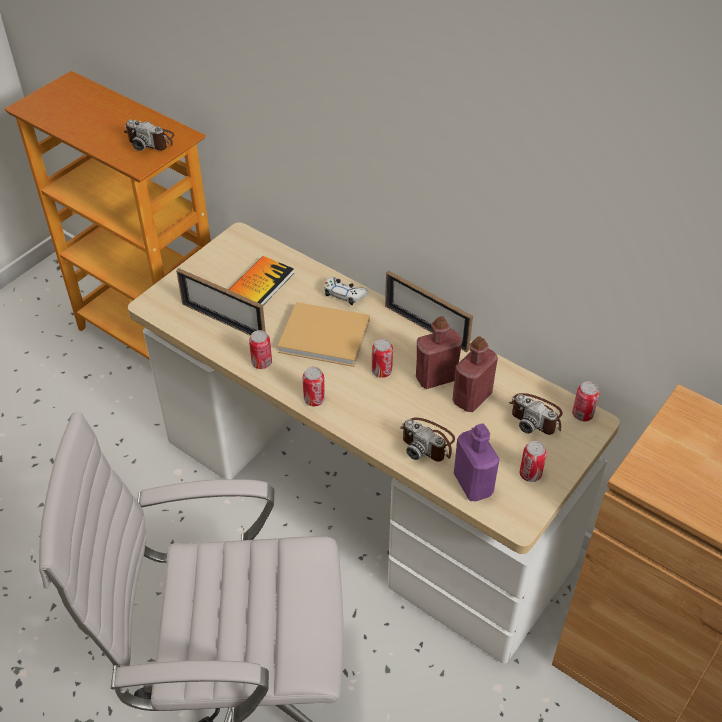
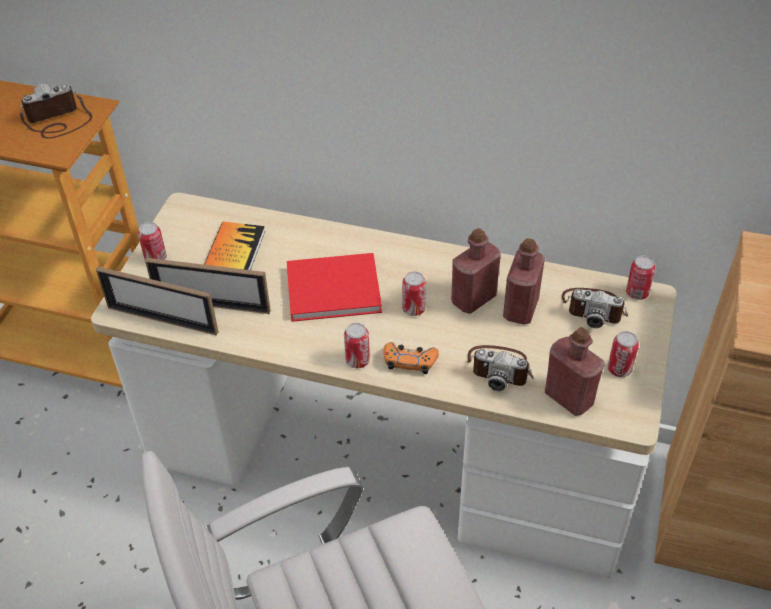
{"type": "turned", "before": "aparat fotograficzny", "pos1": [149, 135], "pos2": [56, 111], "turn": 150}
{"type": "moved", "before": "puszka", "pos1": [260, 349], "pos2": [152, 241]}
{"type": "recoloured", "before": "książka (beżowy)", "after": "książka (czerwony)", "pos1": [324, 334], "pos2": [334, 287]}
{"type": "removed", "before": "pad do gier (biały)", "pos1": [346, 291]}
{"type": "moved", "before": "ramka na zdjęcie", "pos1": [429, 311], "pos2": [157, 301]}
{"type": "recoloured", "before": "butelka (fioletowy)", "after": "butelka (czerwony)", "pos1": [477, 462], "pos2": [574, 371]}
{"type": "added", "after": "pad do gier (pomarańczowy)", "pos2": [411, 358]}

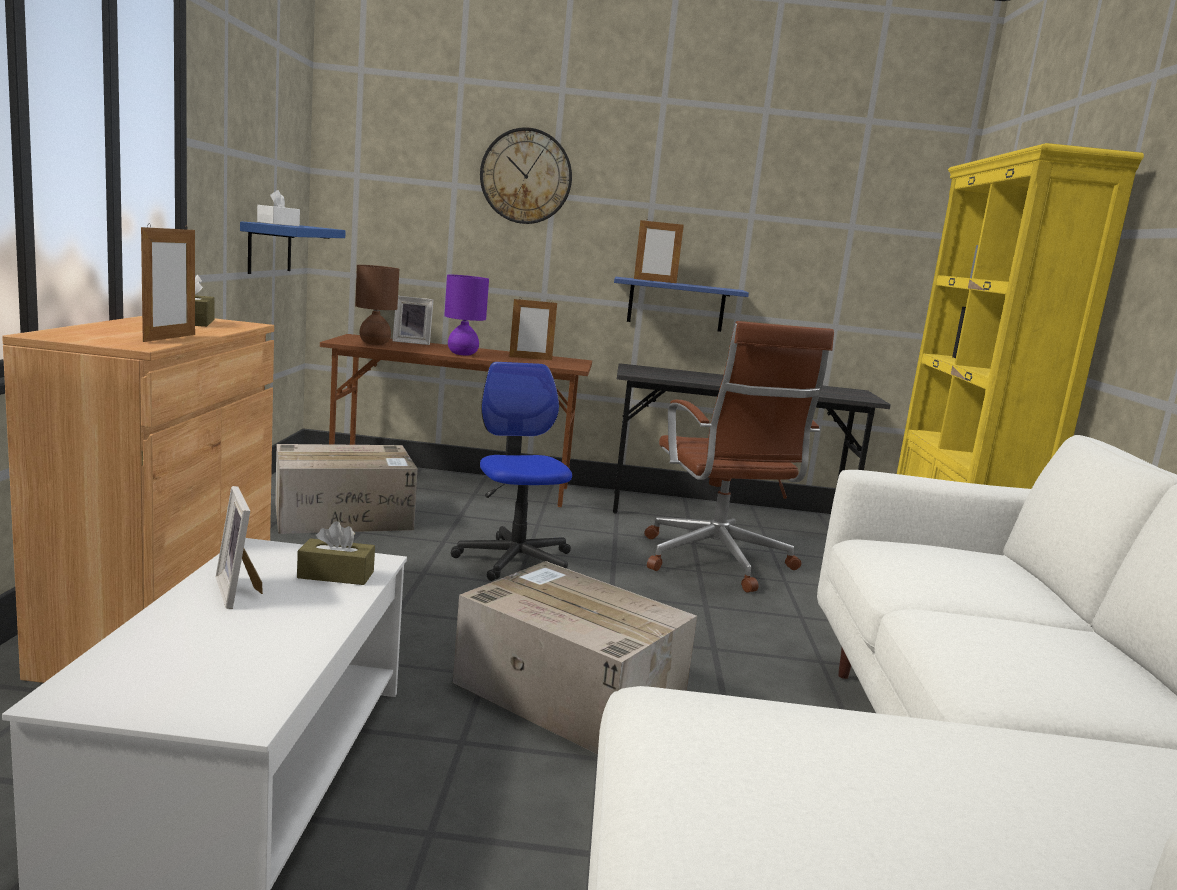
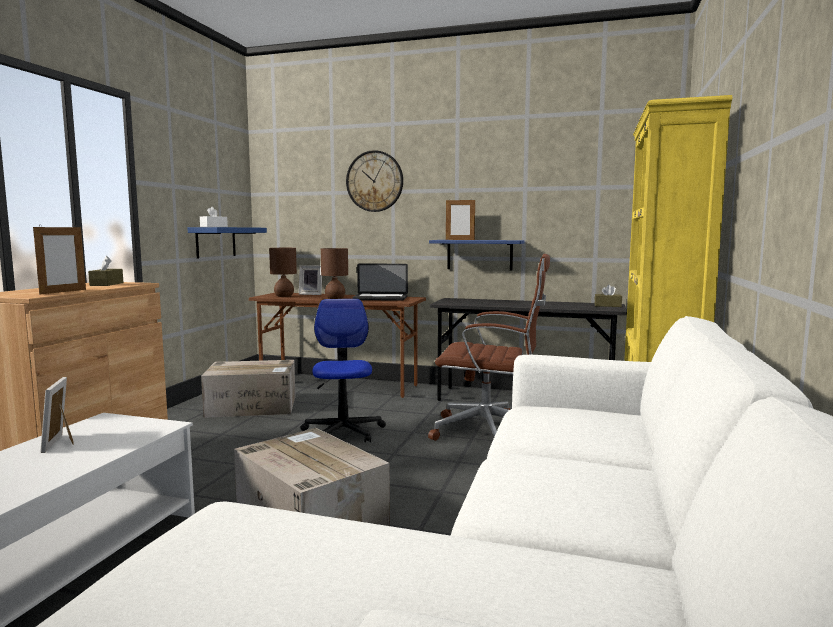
{"type": "moved", "before": "pudełko chusteczek (brązowy)", "pos1": [336, 553], "pos2": [608, 296]}
{"type": "recoloured", "before": "lampa stołowa (fioletowy)", "after": "lampa stołowa (brązowy)", "pos1": [466, 315], "pos2": [334, 273]}
{"type": "replaced", "before": "ramka na zdjęcie", "after": "laptop", "pos1": [533, 328], "pos2": [380, 282]}
{"type": "turned", "before": "krzesło biurowe (brązowy)", "pos1": [739, 457], "pos2": [489, 347], "turn": -75}

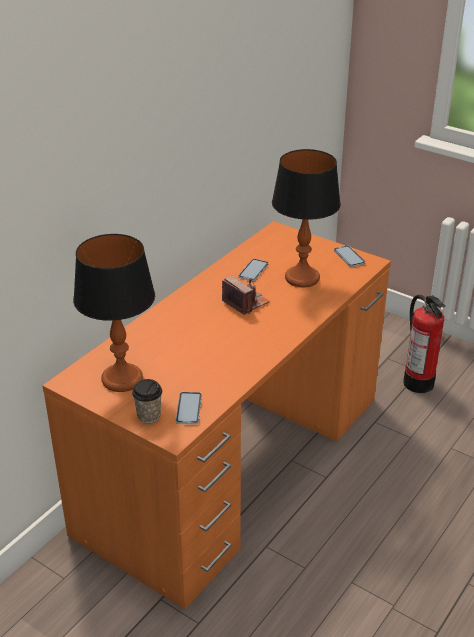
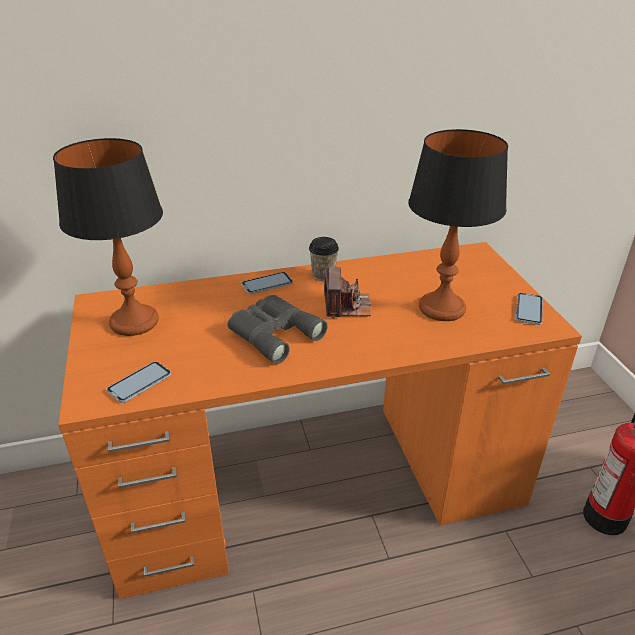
{"type": "moved", "before": "filiżanka", "pos1": [147, 401], "pos2": [324, 259]}
{"type": "moved", "before": "telefon", "pos1": [253, 270], "pos2": [267, 283]}
{"type": "added", "after": "lornetka (szary)", "pos2": [277, 329]}

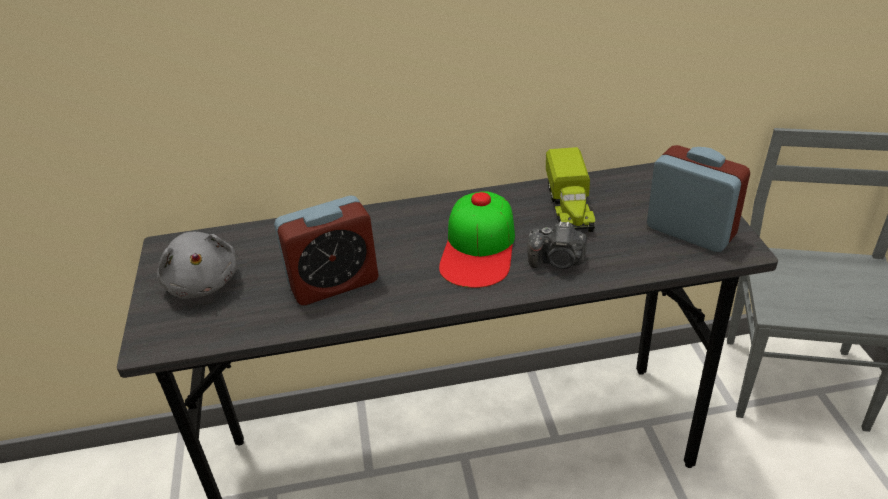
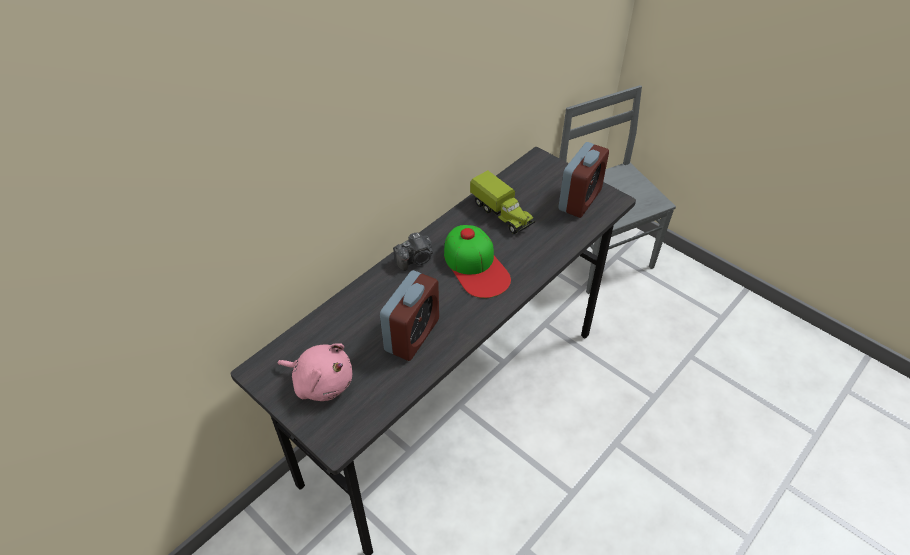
{"type": "recoloured", "before": "pluszak (szary)", "after": "pluszak (różowy)", "pos1": [197, 265], "pos2": [314, 372]}
{"type": "moved", "before": "aparat fotograficzny", "pos1": [557, 245], "pos2": [413, 252]}
{"type": "turned", "before": "budzik", "pos1": [698, 198], "pos2": [583, 180], "turn": 120}

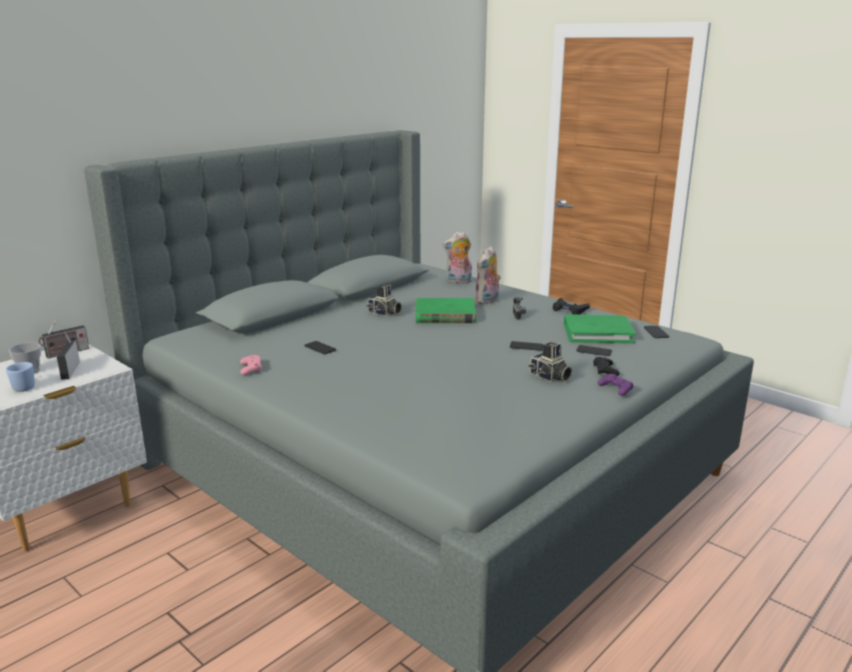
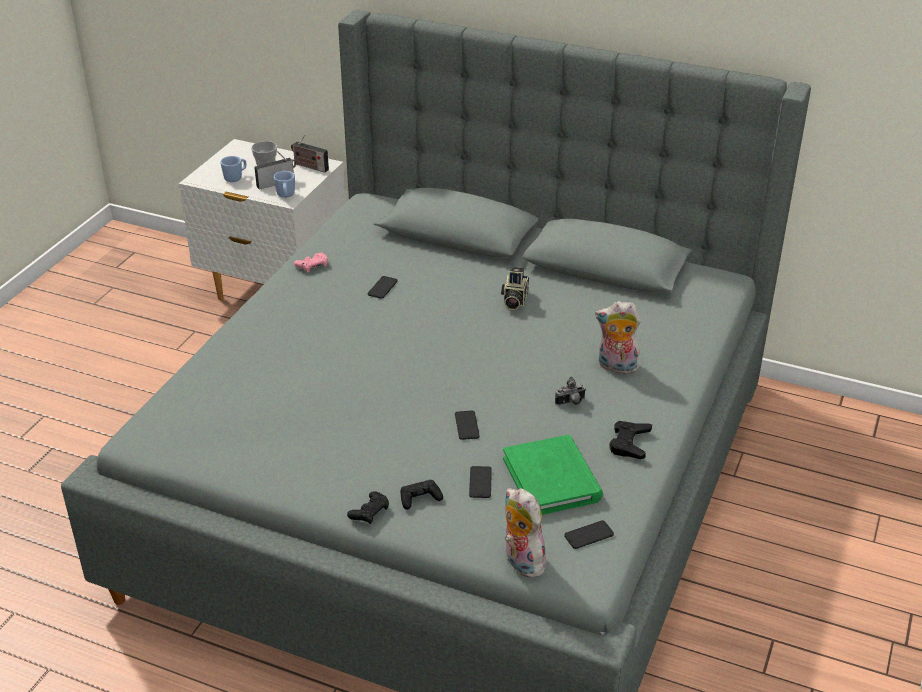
{"type": "removed", "before": "książka (zielony)", "pos1": [446, 310]}
{"type": "moved", "before": "pluszak", "pos1": [457, 257], "pos2": [525, 533]}
{"type": "removed", "before": "aparat fotograficzny", "pos1": [550, 362]}
{"type": "recoloured", "before": "pad do gier (fioletowy)", "after": "pad do gier (czarny)", "pos1": [615, 385], "pos2": [368, 507]}
{"type": "added", "after": "kubek (niebieski)", "pos2": [284, 184]}

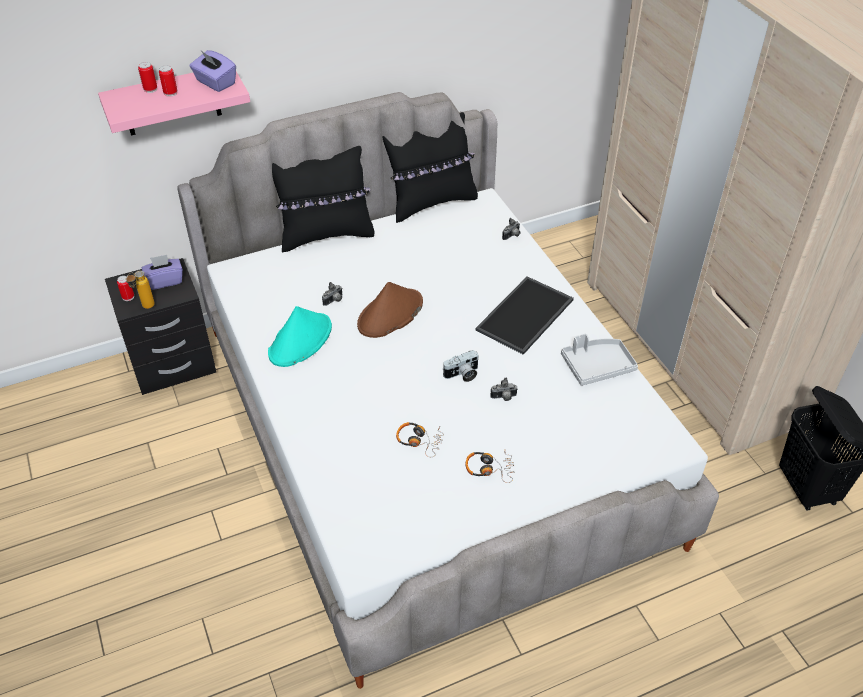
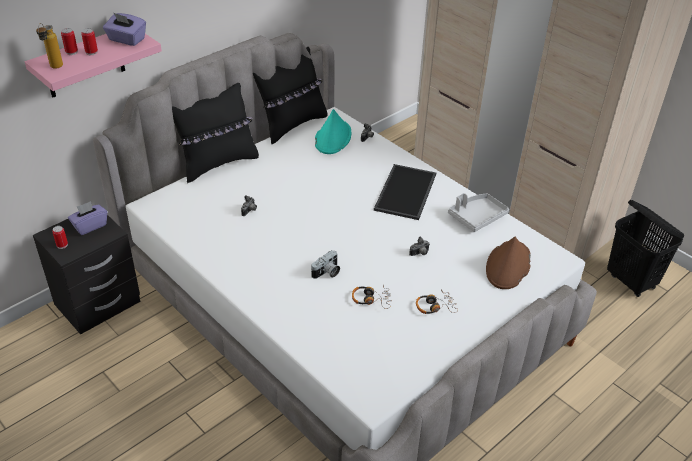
{"type": "moved", "before": "butelka", "pos1": [140, 290], "pos2": [49, 46]}
{"type": "moved", "before": "kapelusz (turkusowy)", "pos1": [300, 336], "pos2": [333, 131]}
{"type": "moved", "before": "kapelusz (brązowy)", "pos1": [390, 310], "pos2": [508, 263]}
{"type": "moved", "before": "aparat fotograficzny", "pos1": [461, 366], "pos2": [325, 264]}

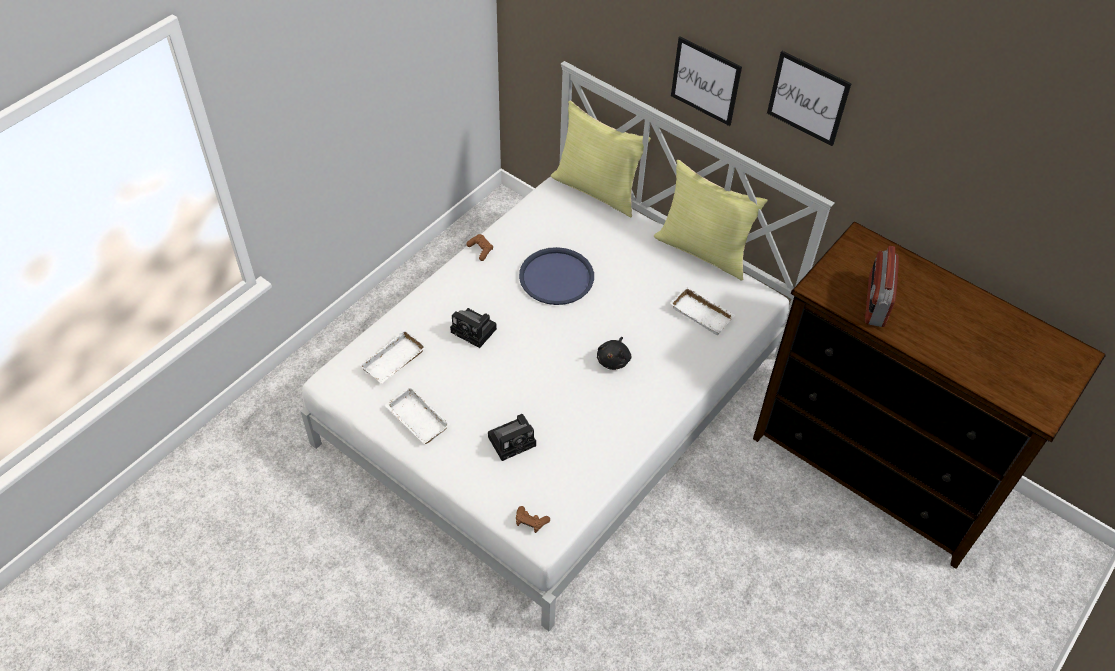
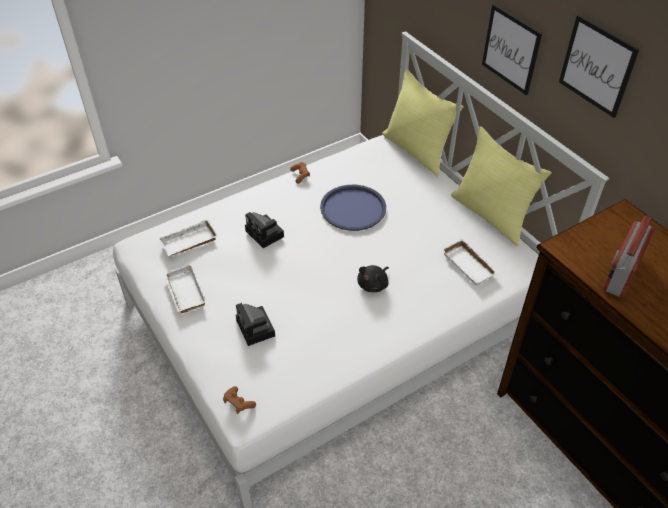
{"type": "turned", "before": "aparat fotograficzny", "pos1": [512, 437], "pos2": [255, 324], "turn": 75}

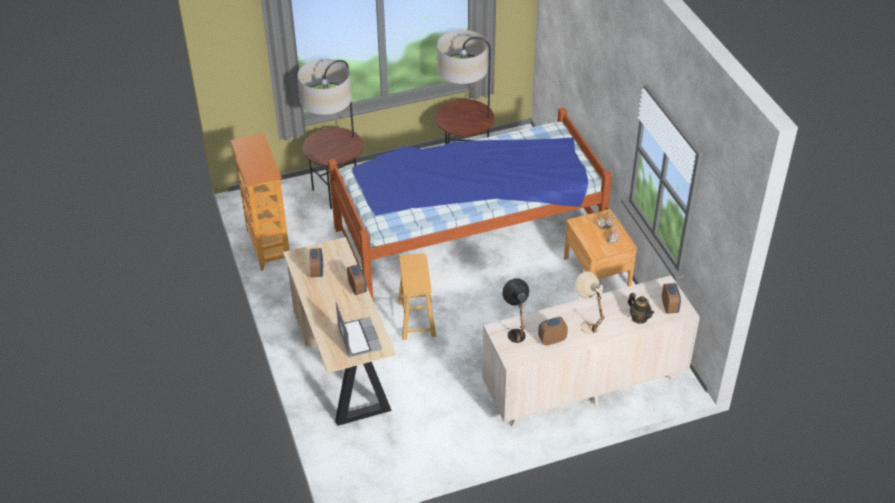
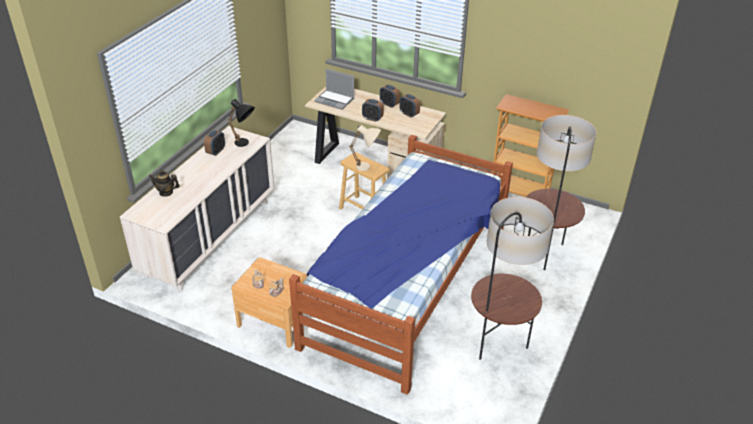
{"type": "moved", "before": "lampa stołowa (beżowy)", "pos1": [590, 303], "pos2": [365, 148]}
{"type": "moved", "before": "budzik", "pos1": [671, 298], "pos2": [390, 96]}

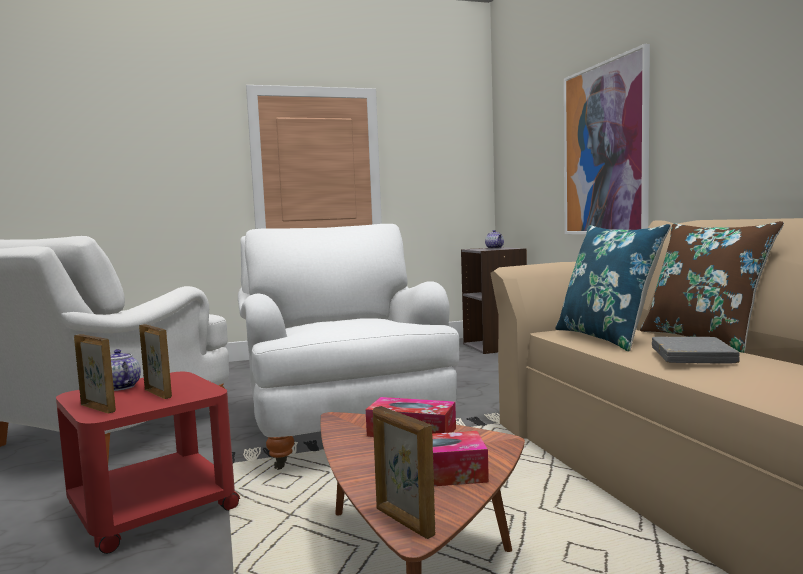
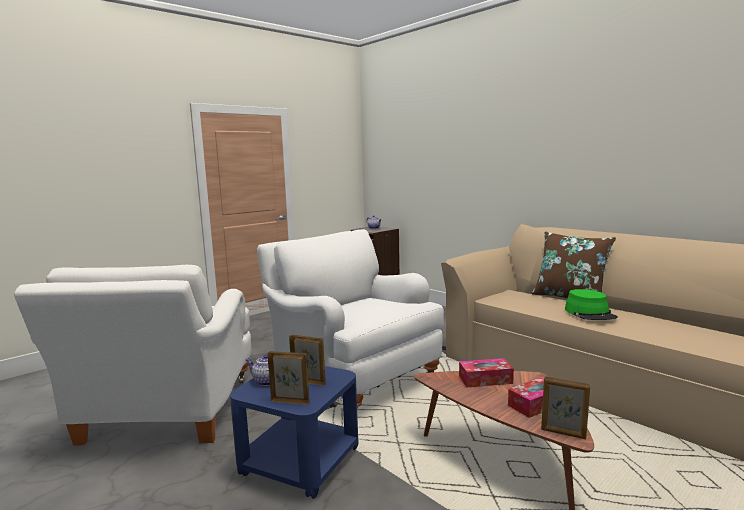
{"type": "recoloured", "before": "stolik (czerwony)", "after": "stolik (niebieski)", "pos1": [148, 463], "pos2": [294, 432]}
{"type": "removed", "before": "poduszka (niebieski)", "pos1": [613, 288]}
{"type": "removed", "before": "obraz", "pos1": [607, 139]}
{"type": "replaced", "before": "książka (szary)", "after": "kapelusz (zielony)", "pos1": [696, 350], "pos2": [591, 304]}

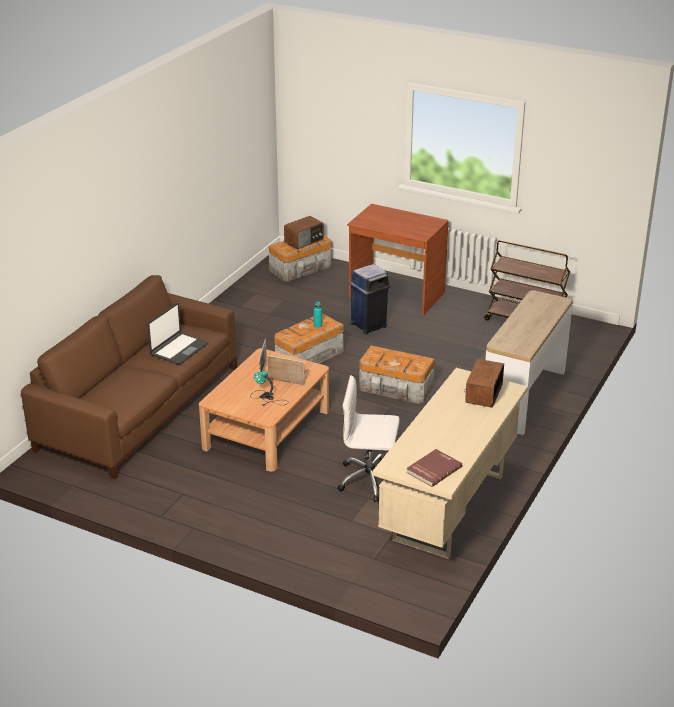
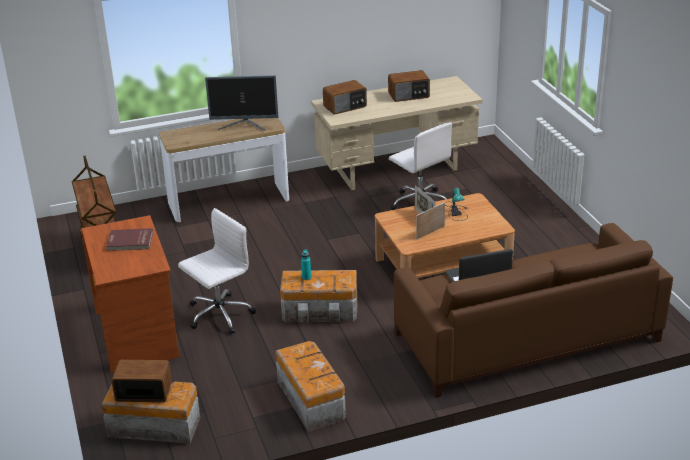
{"type": "replaced", "before": "kosz na śmieci (niebieski)", "after": "krzesło biurowe (biały)", "pos1": [369, 299], "pos2": [217, 271]}
{"type": "moved", "before": "pojemnik do przechowywania", "pos1": [397, 375], "pos2": [310, 386]}
{"type": "moved", "before": "książka (czerwony)", "pos1": [434, 468], "pos2": [129, 239]}
{"type": "added", "after": "monitor", "pos2": [241, 103]}
{"type": "added", "after": "radio", "pos2": [409, 86]}

